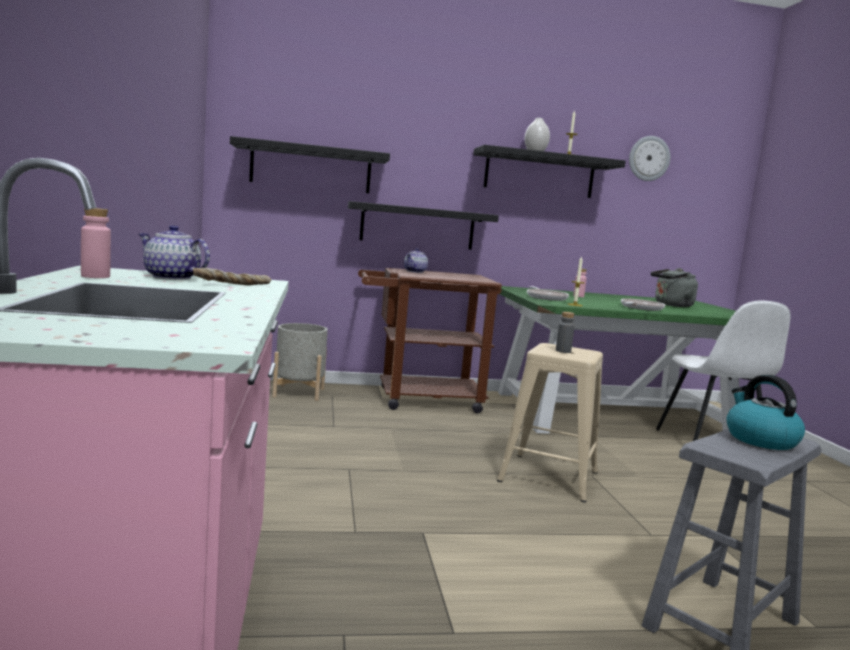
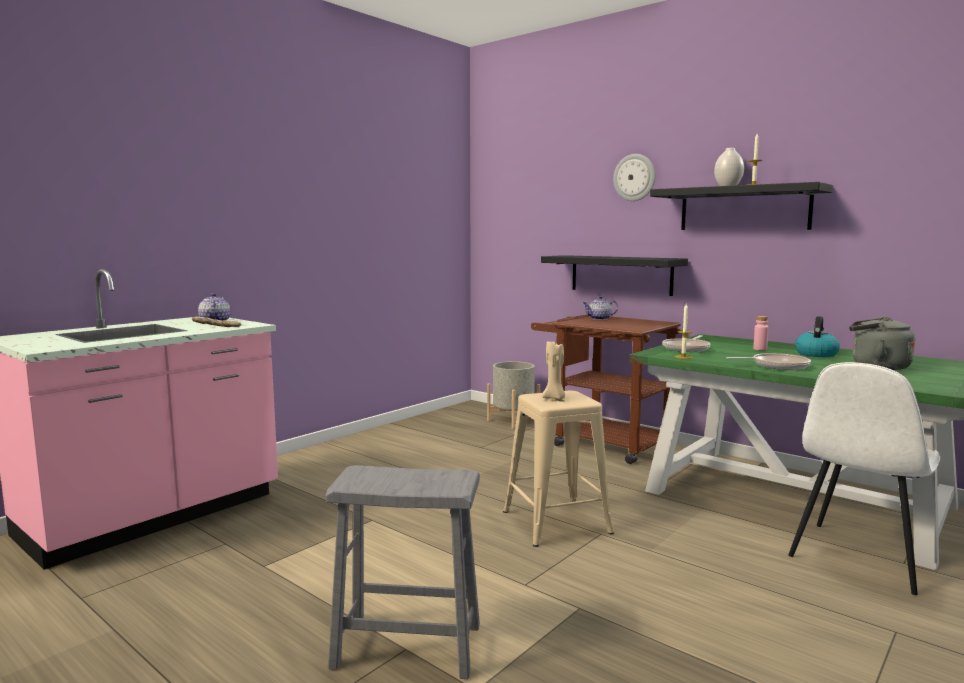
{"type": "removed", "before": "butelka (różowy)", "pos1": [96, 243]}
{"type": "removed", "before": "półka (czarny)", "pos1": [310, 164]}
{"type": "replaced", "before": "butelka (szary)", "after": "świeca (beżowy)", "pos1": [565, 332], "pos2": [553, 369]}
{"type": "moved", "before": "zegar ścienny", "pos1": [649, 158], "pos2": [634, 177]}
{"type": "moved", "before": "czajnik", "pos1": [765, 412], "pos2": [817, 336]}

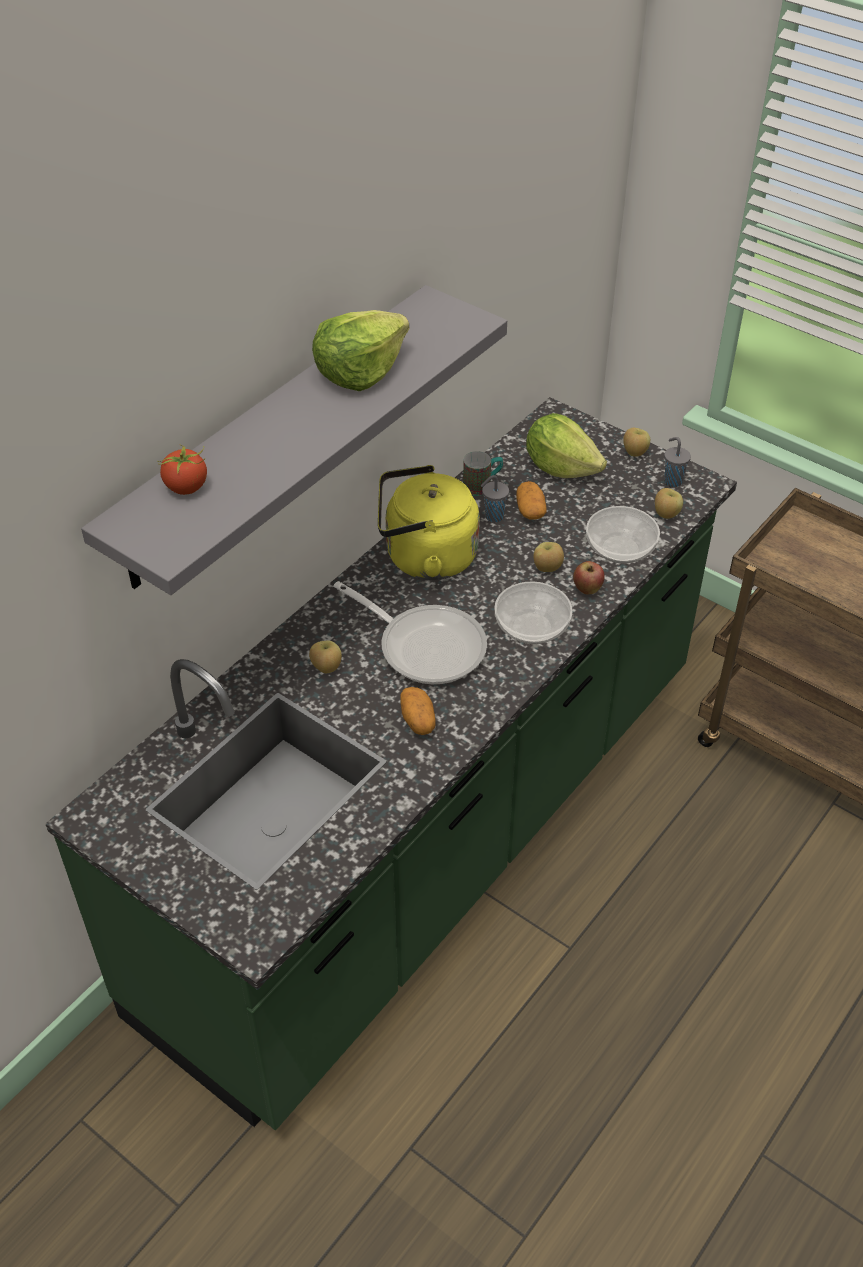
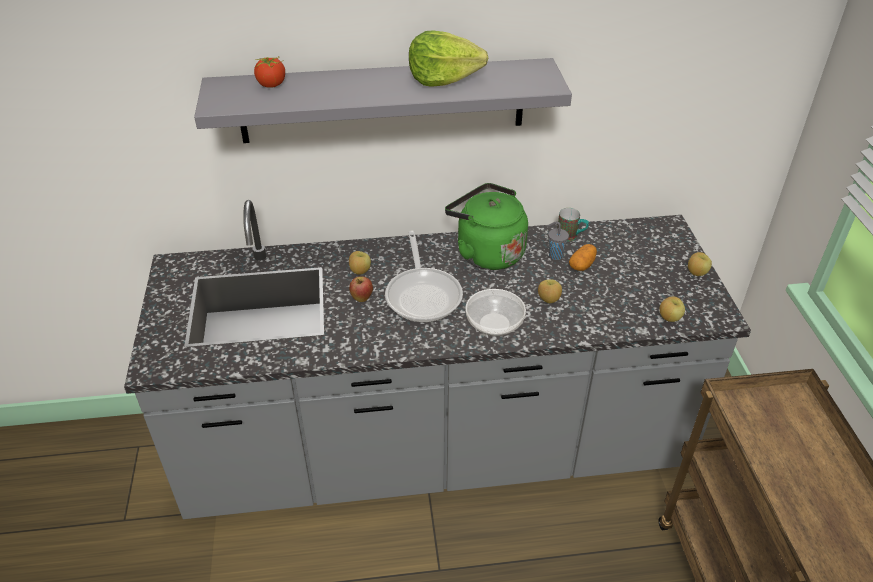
{"type": "recoloured", "before": "zabudowa kuchenna (zielony)", "after": "zabudowa kuchenna (szary)", "pos1": [391, 763], "pos2": [437, 359]}
{"type": "recoloured", "before": "czajnik (żółty)", "after": "czajnik (zielony)", "pos1": [429, 522], "pos2": [486, 226]}
{"type": "removed", "before": "ziemniak", "pos1": [418, 711]}
{"type": "removed", "before": "sałata", "pos1": [566, 445]}
{"type": "moved", "before": "jabłko", "pos1": [589, 578], "pos2": [361, 289]}
{"type": "removed", "before": "miska", "pos1": [623, 535]}
{"type": "removed", "before": "filiżanka (szary)", "pos1": [677, 462]}

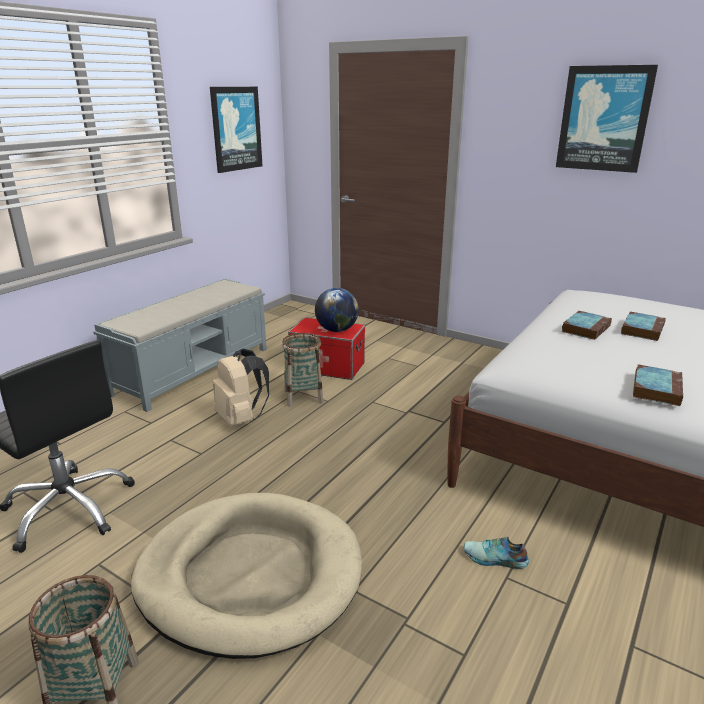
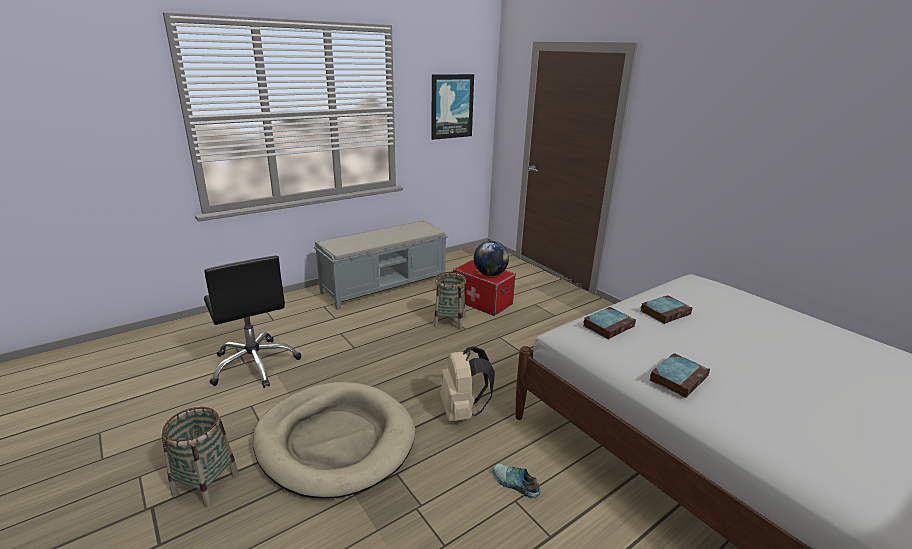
{"type": "moved", "before": "plecak (beżowy)", "pos1": [241, 387], "pos2": [467, 383]}
{"type": "removed", "before": "obraz", "pos1": [607, 119]}
{"type": "moved", "before": "książka", "pos1": [643, 326], "pos2": [609, 323]}

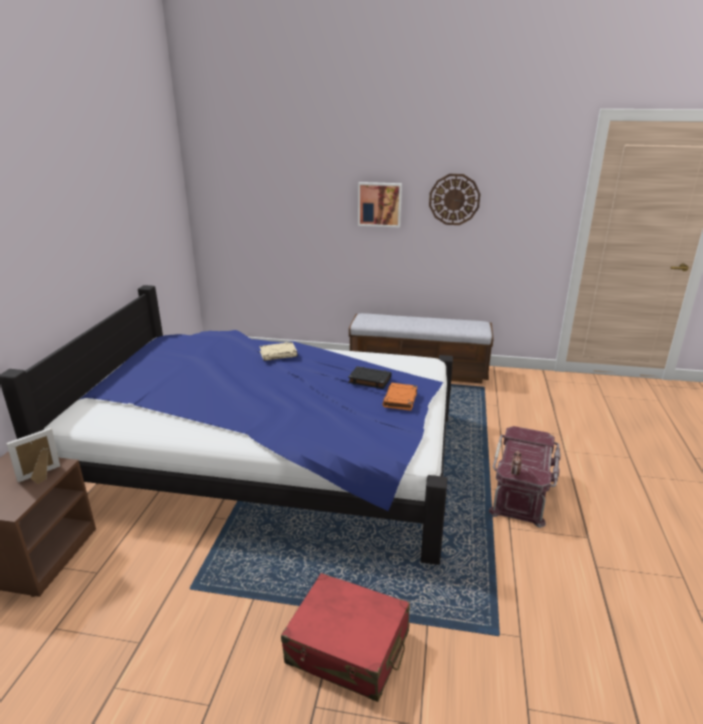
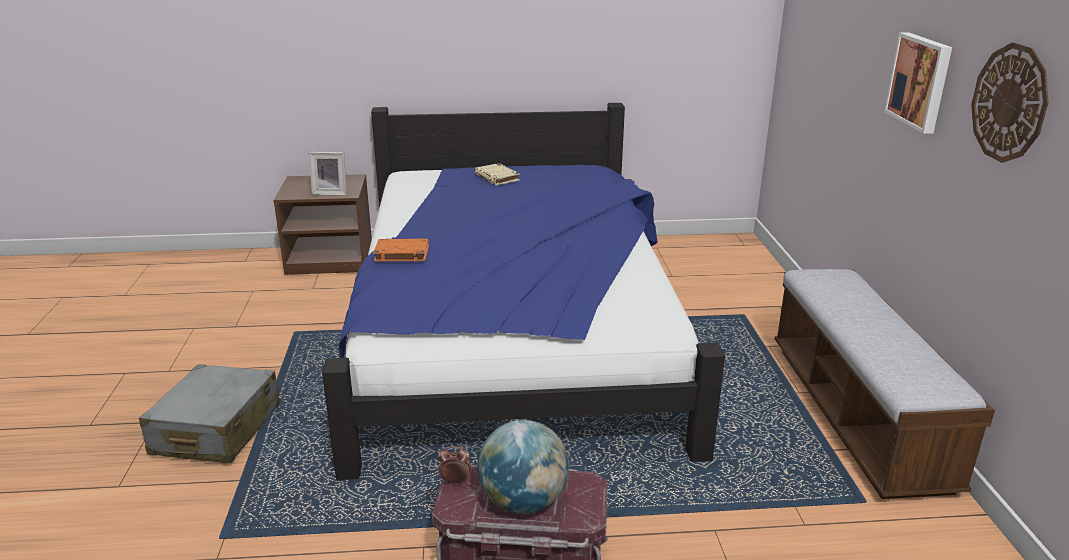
{"type": "turned", "before": "ramka na zdjęcie", "pos1": [33, 456], "pos2": [328, 173], "turn": 150}
{"type": "moved", "before": "książka (beżowy)", "pos1": [278, 351], "pos2": [497, 174]}
{"type": "recoloured", "before": "walizka (czerwony)", "after": "walizka (szary)", "pos1": [345, 637], "pos2": [209, 413]}
{"type": "removed", "before": "książka (czarny)", "pos1": [370, 377]}
{"type": "moved", "before": "książka (pomarańczowy)", "pos1": [400, 397], "pos2": [401, 250]}
{"type": "added", "after": "globus", "pos2": [523, 467]}

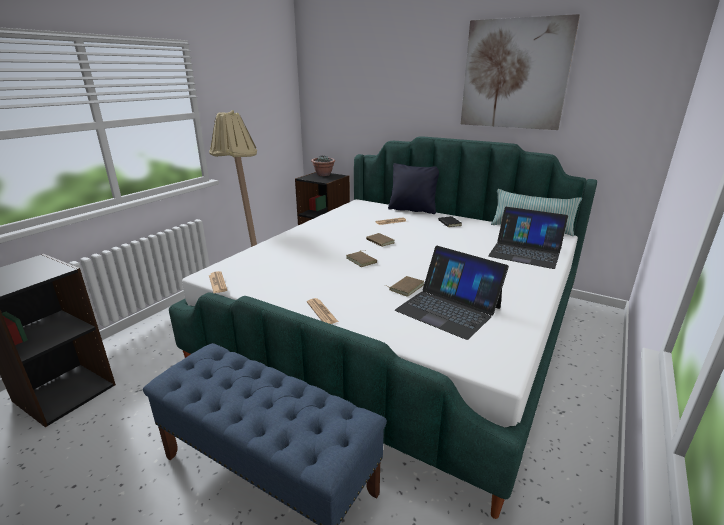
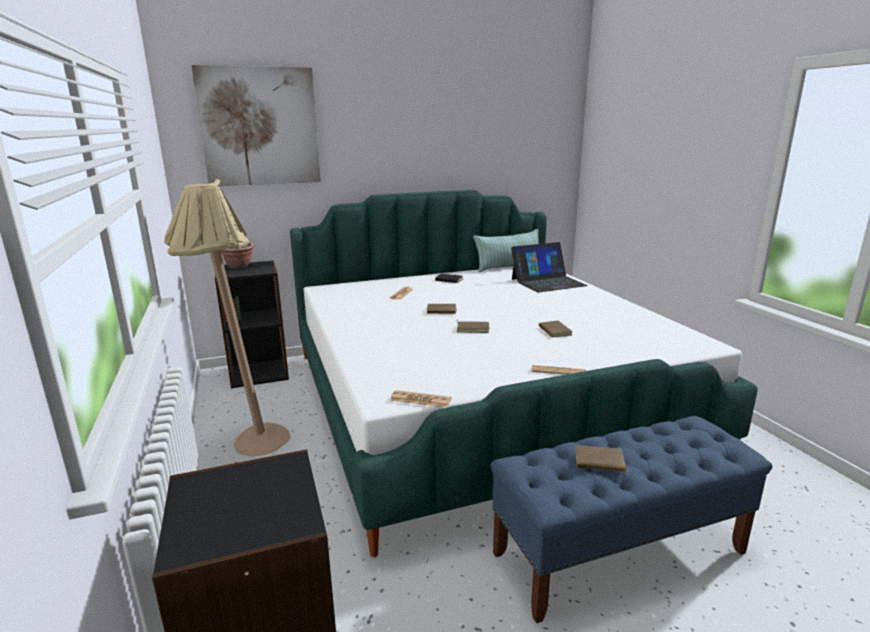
{"type": "removed", "before": "poduszka (czarny)", "pos1": [413, 188]}
{"type": "removed", "before": "laptop", "pos1": [452, 293]}
{"type": "moved", "before": "obraz", "pos1": [520, 72], "pos2": [256, 125]}
{"type": "added", "after": "książka (brązowy)", "pos2": [601, 460]}

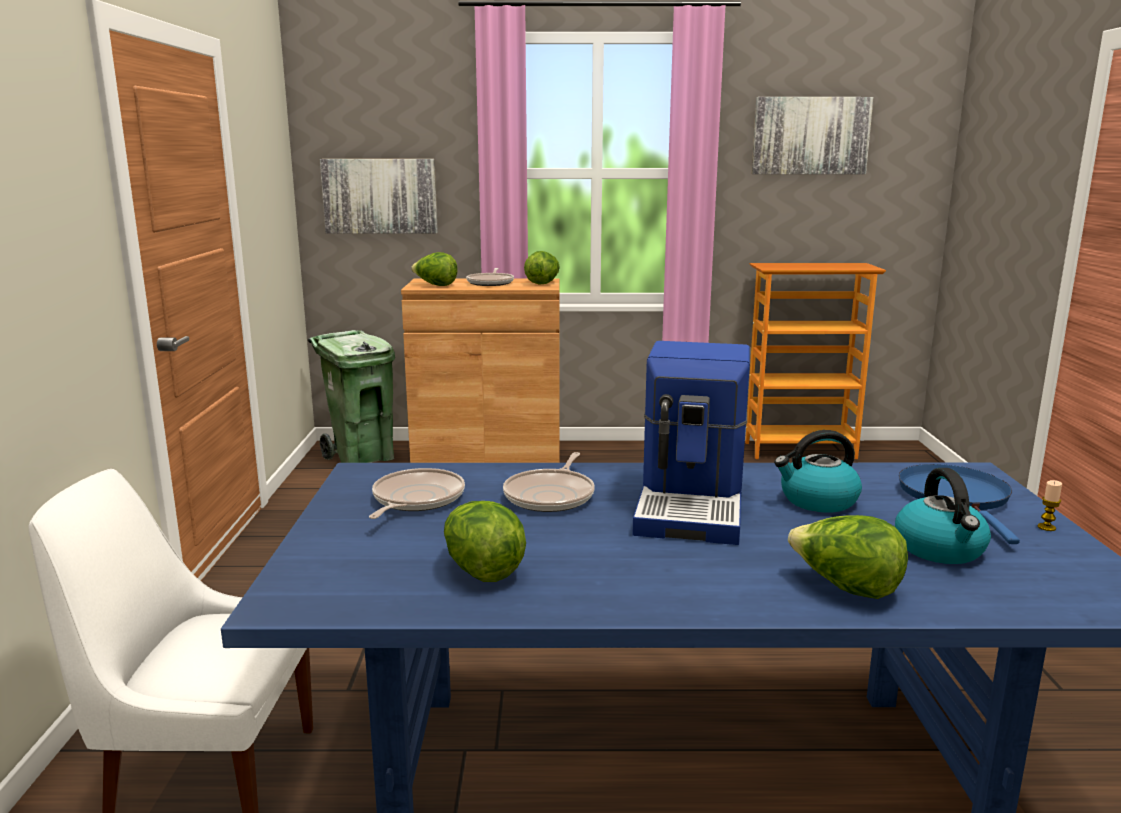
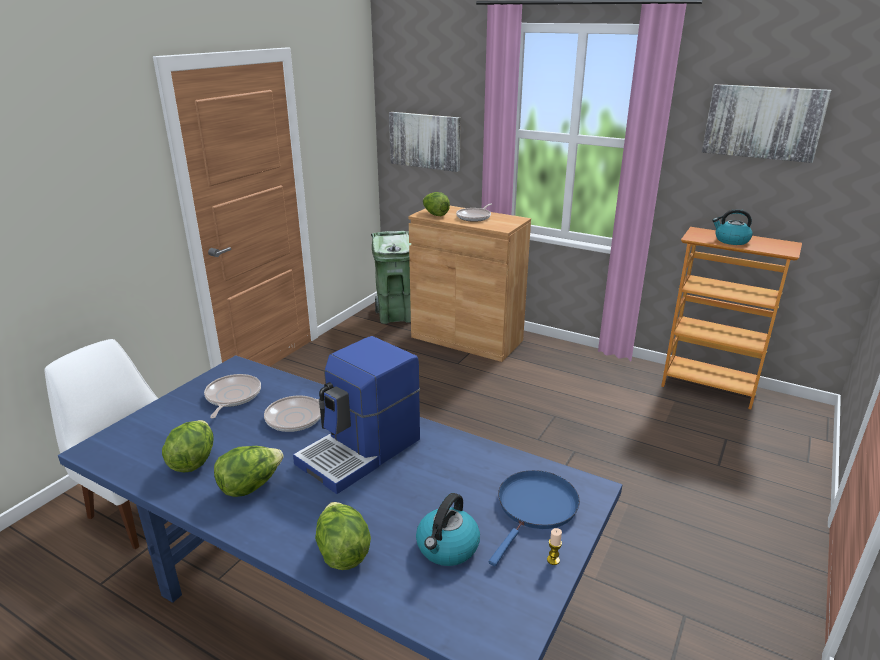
{"type": "turned", "before": "patelnia", "pos1": [417, 493], "pos2": [232, 396], "turn": -45}
{"type": "moved", "before": "sałata", "pos1": [542, 268], "pos2": [249, 471]}
{"type": "moved", "before": "czajnik", "pos1": [818, 471], "pos2": [732, 227]}

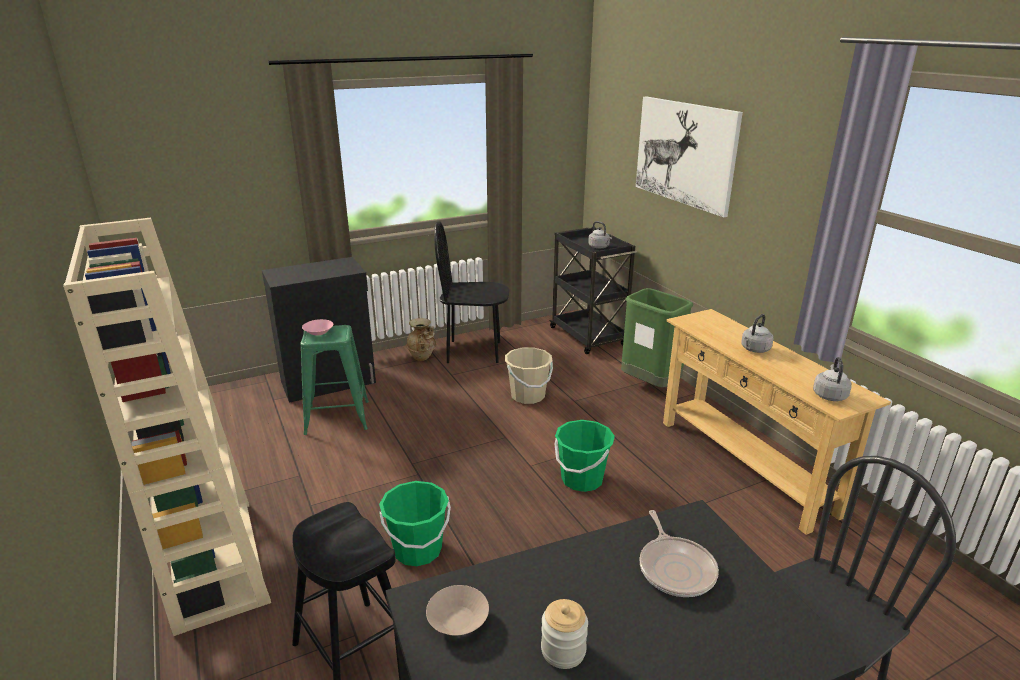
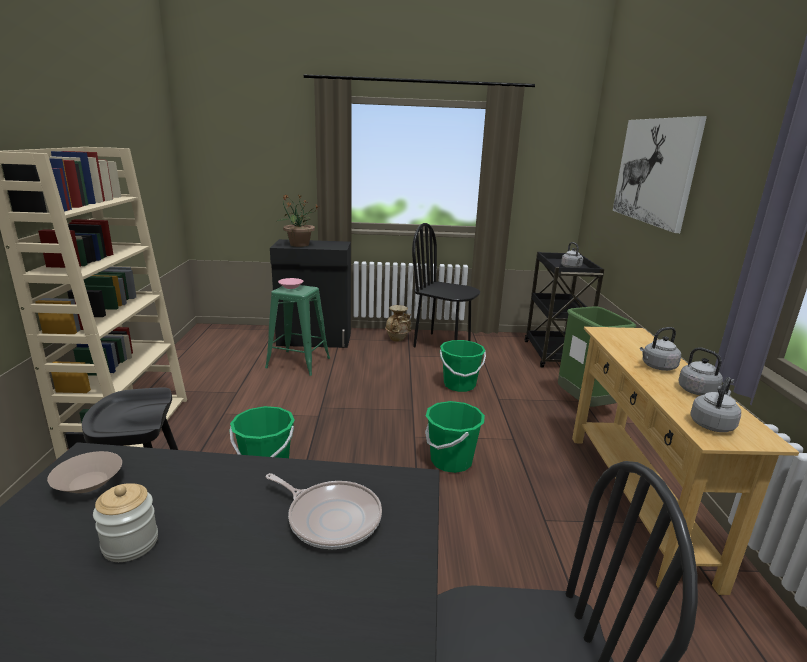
{"type": "recoloured", "before": "wiadro (beżowy)", "after": "wiadro (zielony)", "pos1": [529, 375], "pos2": [463, 366]}
{"type": "turned", "before": "patelnia", "pos1": [679, 553], "pos2": [323, 511], "turn": -75}
{"type": "added", "after": "roślina doniczkowa", "pos2": [297, 220]}
{"type": "added", "after": "czajnik (szary)", "pos2": [706, 371]}

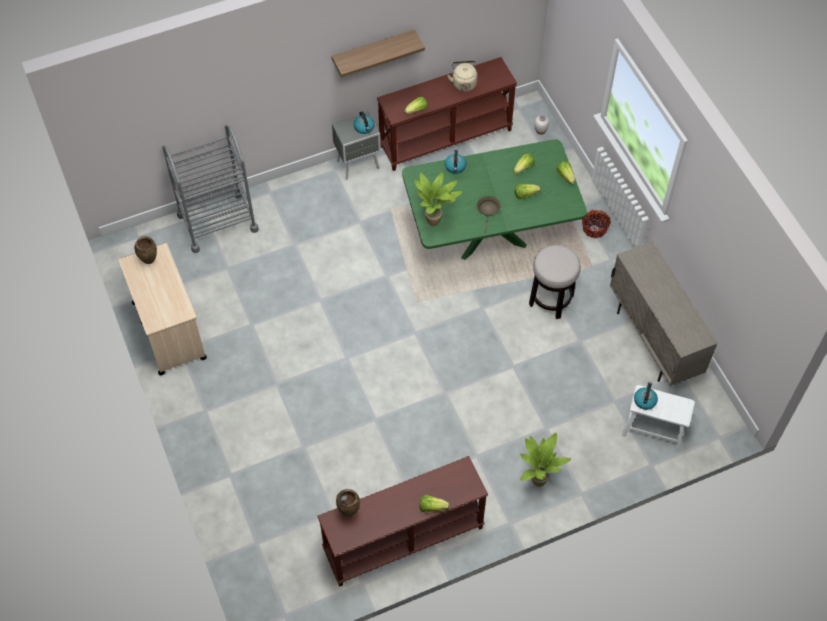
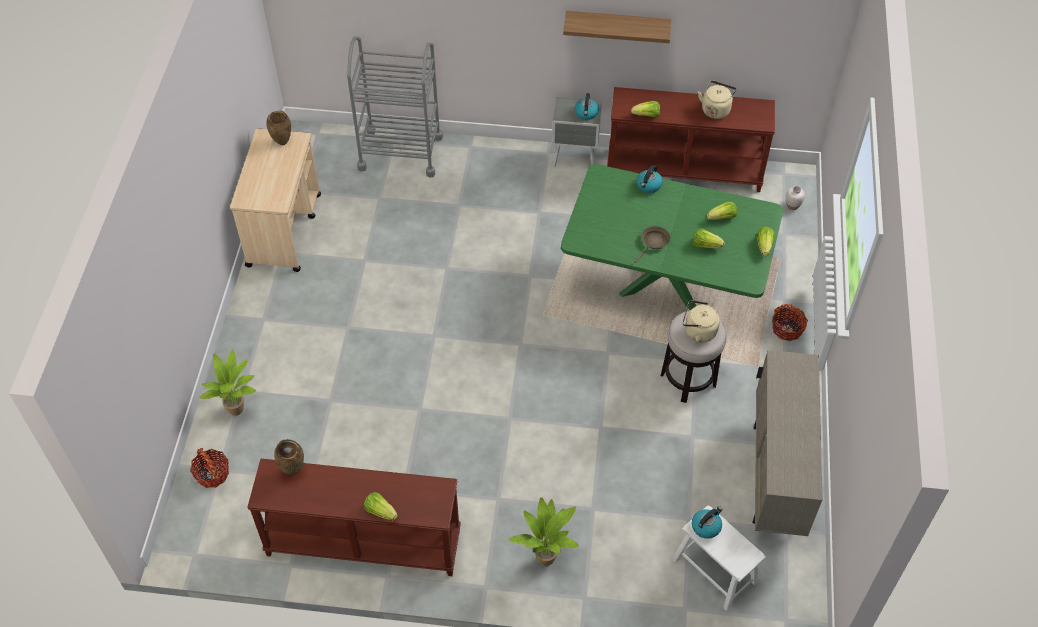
{"type": "moved", "before": "roślina doniczkowa", "pos1": [438, 199], "pos2": [227, 382]}
{"type": "added", "after": "koszyk", "pos2": [209, 468]}
{"type": "added", "after": "czajnik (beżowy)", "pos2": [701, 321]}

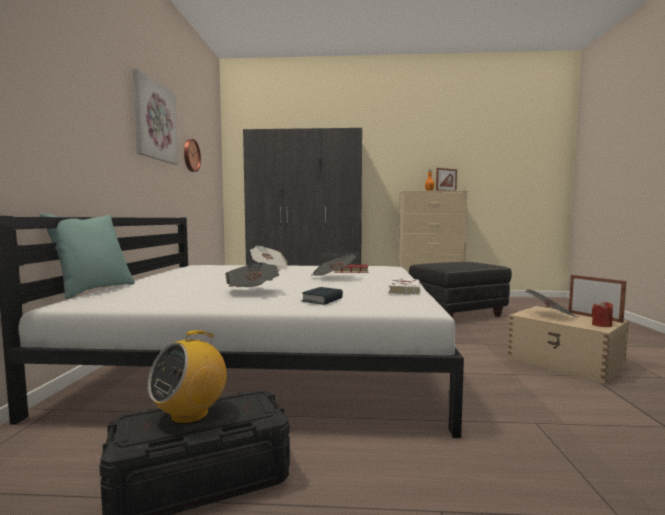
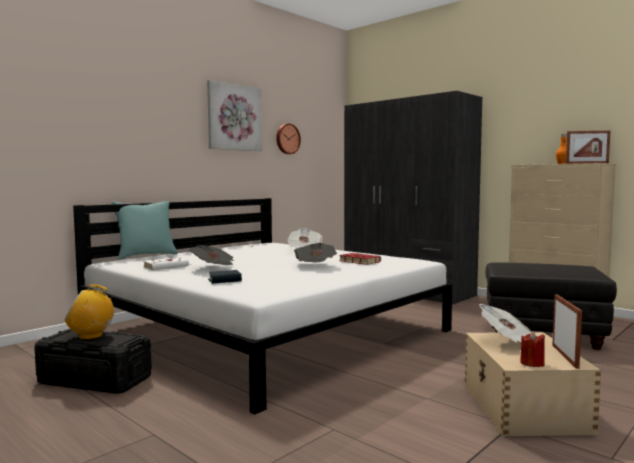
{"type": "moved", "before": "książka (biały)", "pos1": [404, 287], "pos2": [166, 263]}

